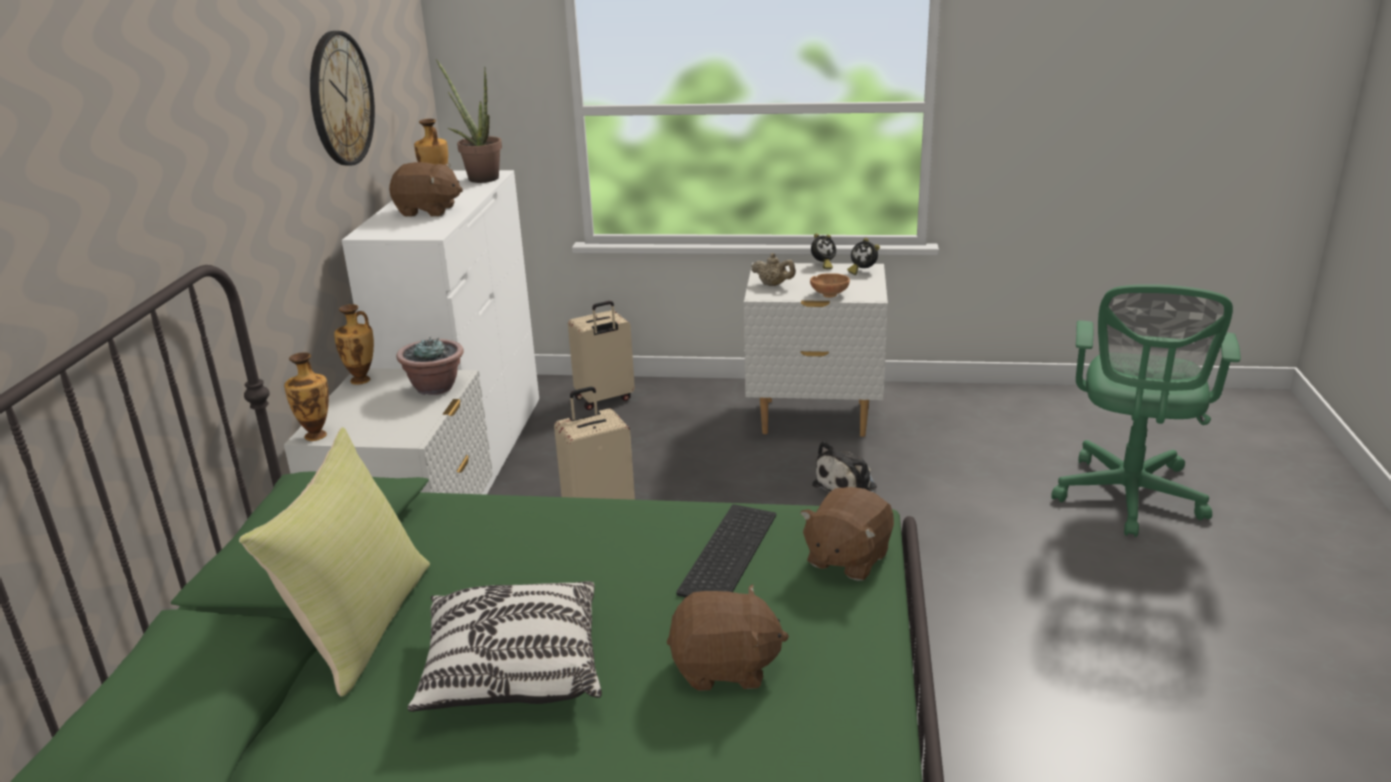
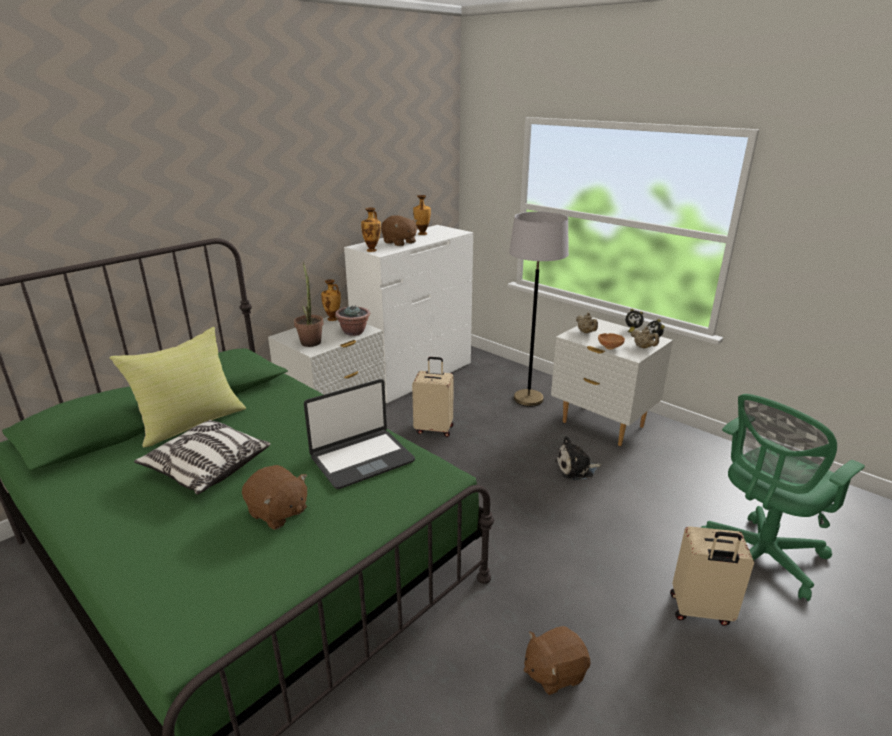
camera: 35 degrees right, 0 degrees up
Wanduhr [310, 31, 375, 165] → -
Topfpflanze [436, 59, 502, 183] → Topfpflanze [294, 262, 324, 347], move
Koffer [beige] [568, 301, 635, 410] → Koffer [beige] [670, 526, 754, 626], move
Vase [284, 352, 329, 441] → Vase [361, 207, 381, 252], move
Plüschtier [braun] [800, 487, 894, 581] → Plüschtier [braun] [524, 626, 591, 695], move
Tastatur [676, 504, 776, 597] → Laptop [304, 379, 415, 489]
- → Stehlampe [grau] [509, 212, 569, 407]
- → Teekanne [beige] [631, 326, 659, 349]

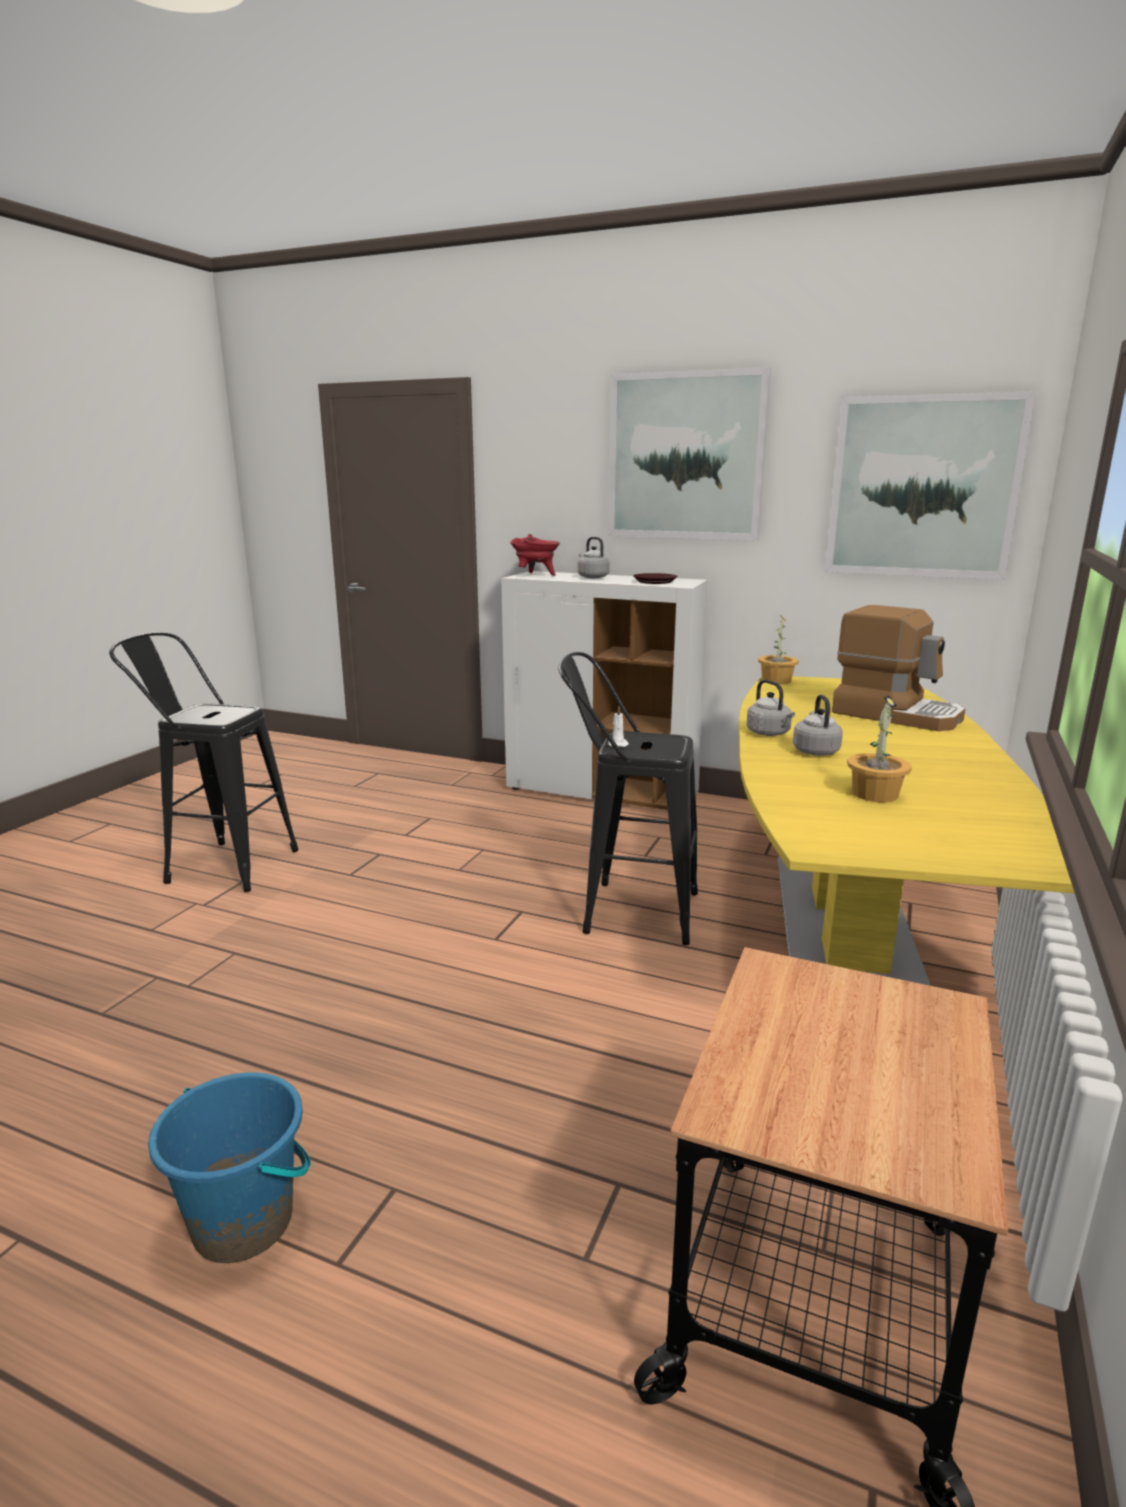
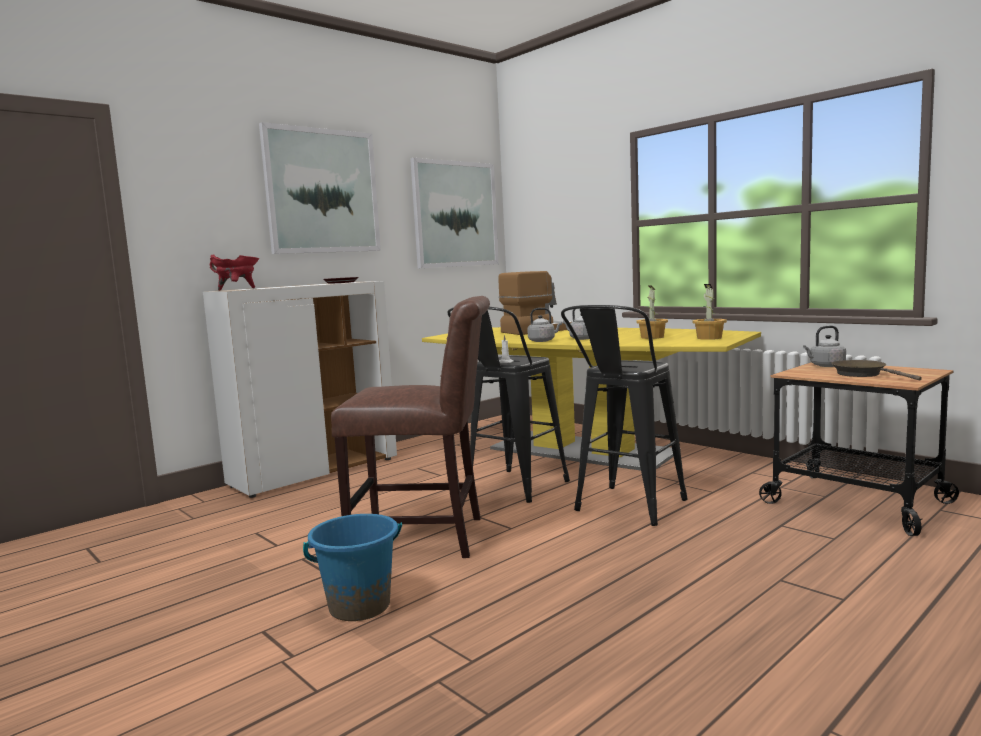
camera: 65 degrees left, 10 degrees down
Wasserkessel [grau] [578, 537, 610, 578] → Wasserkessel [grau] [803, 326, 846, 367], move
Topfpflanze [758, 615, 799, 684] → Topfpflanze [692, 284, 727, 340], move
Hocker [schwarz] [109, 632, 298, 892] → Hocker [schwarz] [561, 305, 688, 526], move
Eimer [blau] [148, 1072, 311, 1263] → Eimer [blau] [303, 514, 402, 621], move
- → Stuhl [braun] [331, 296, 490, 558]
- → Pfanne [braun] [831, 360, 922, 380]

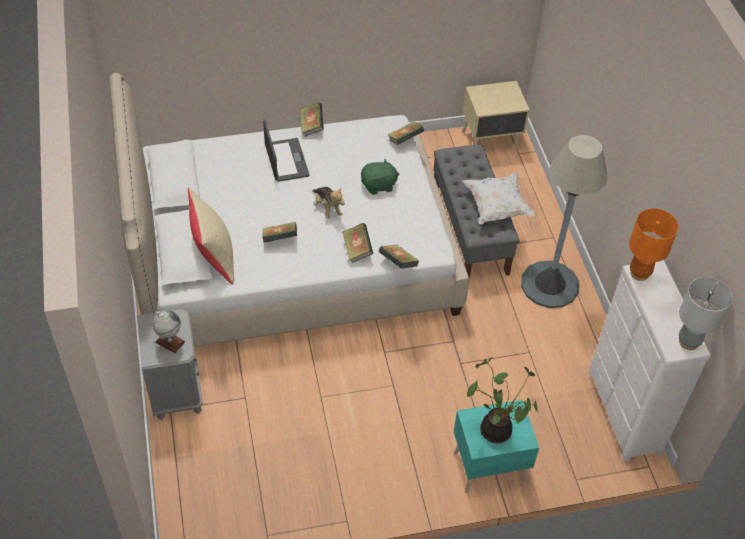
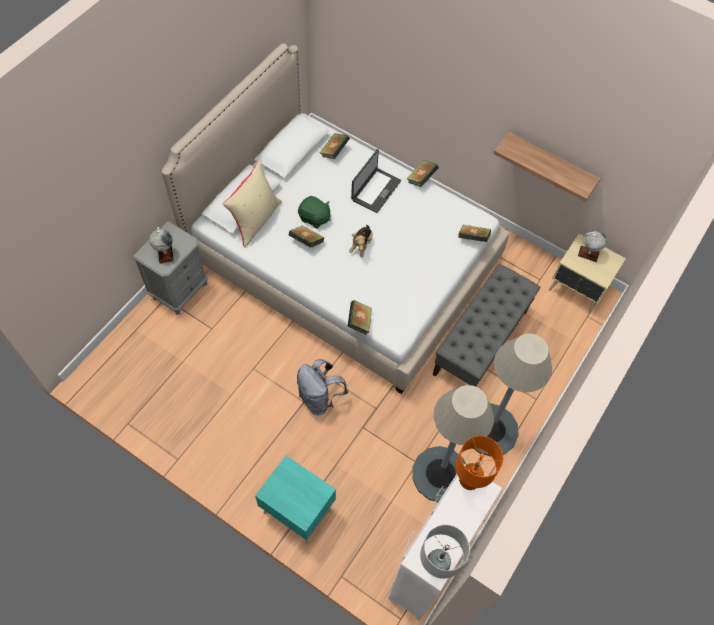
camera: 45 degrees right, 10 degrees up
Plüschtier [grün] [361, 158, 399, 195] → Plüschtier [grün] [298, 196, 331, 229], move
Kissen [weiß] [462, 172, 535, 224] → -
Buch [343, 223, 373, 263] → Buch [320, 133, 350, 159], move
Topfpflanze [467, 357, 538, 443] → -
- → Wandregal [493, 132, 600, 202]
- → Globus [578, 230, 607, 262]
- → Rucksack [grau] [297, 359, 348, 415]
- → Stehlampe [grau] [412, 385, 494, 502]

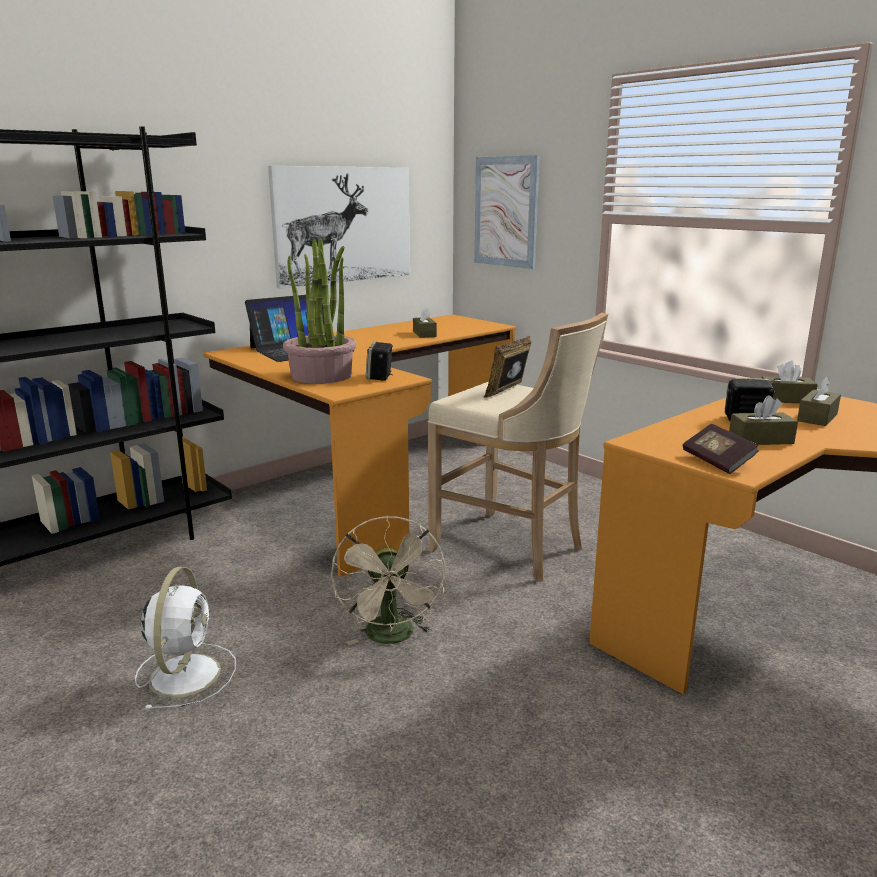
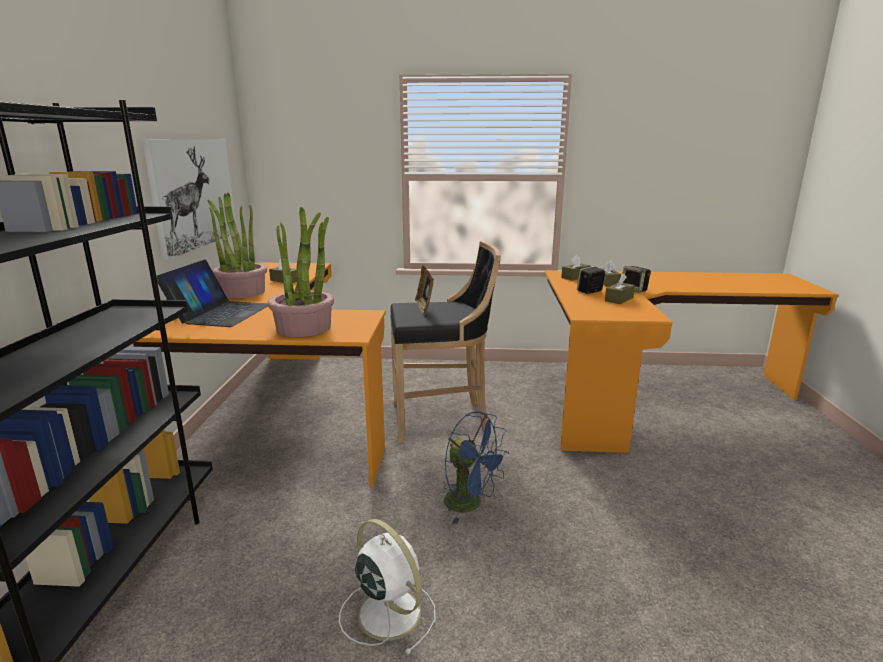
camera: 45 degrees left, 0 degrees up
Bild [474, 155, 540, 269] → -
Hocker [beige] [427, 313, 608, 582] → Hocker [schwarz] [390, 242, 501, 443]
Lautsprecher [366, 341, 393, 381] → Lautsprecher [622, 266, 651, 293], move
Buch [683, 424, 759, 474] → -
Ventilator [beige] [331, 516, 445, 645] → Ventilator [blau] [444, 411, 509, 524]
- → Topfpflanze [208, 193, 267, 298]

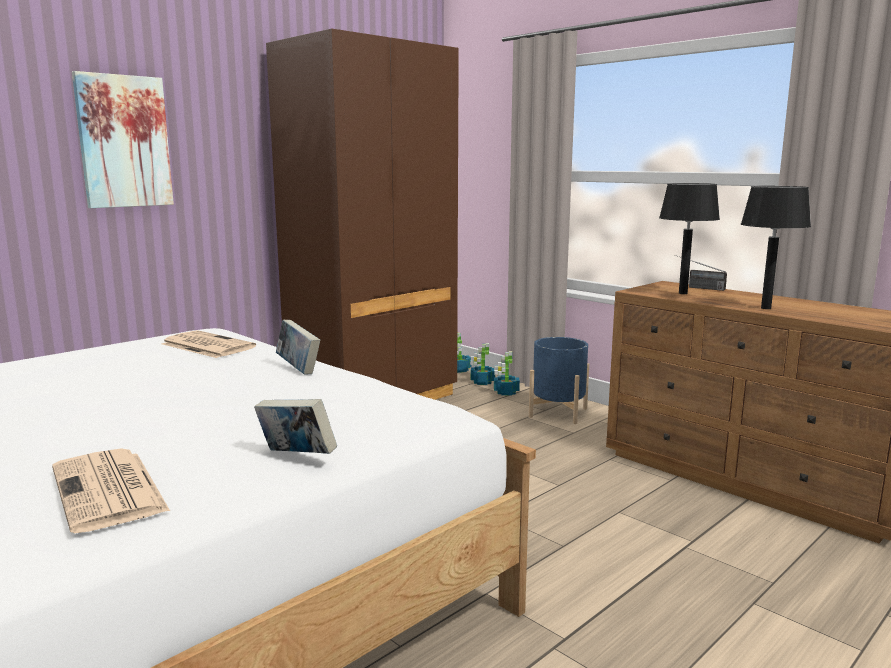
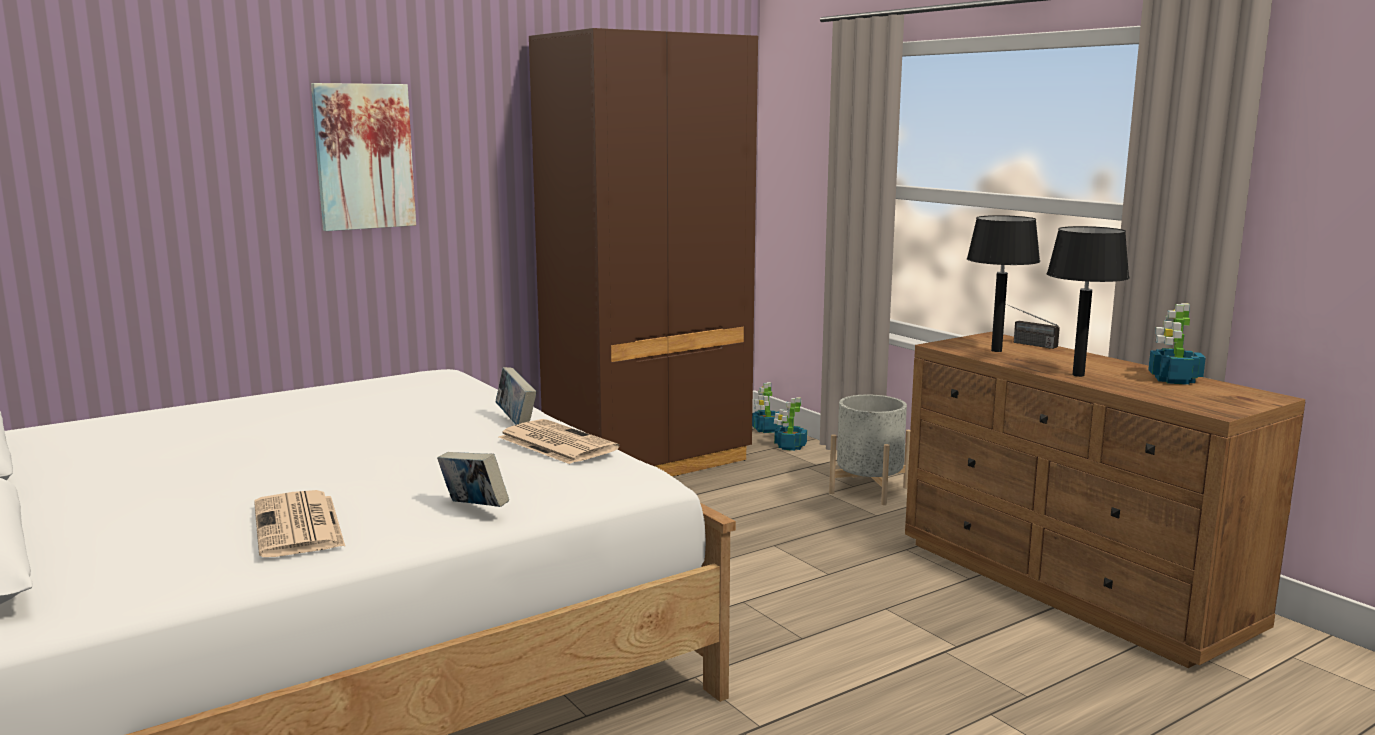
camera: 10 degrees right, 0 degrees up
Zeitung [162, 330, 256, 358] → Zeitung [499, 419, 619, 464], move
Pflanzkübel [blau] [529, 337, 589, 424] → Pflanzkübel [grau] [829, 395, 910, 505]
Topfpflanze [494, 351, 520, 396] → Topfpflanze [1148, 303, 1206, 385], move

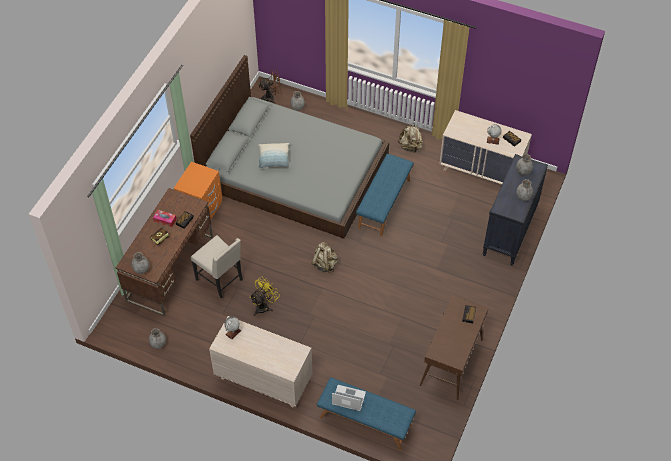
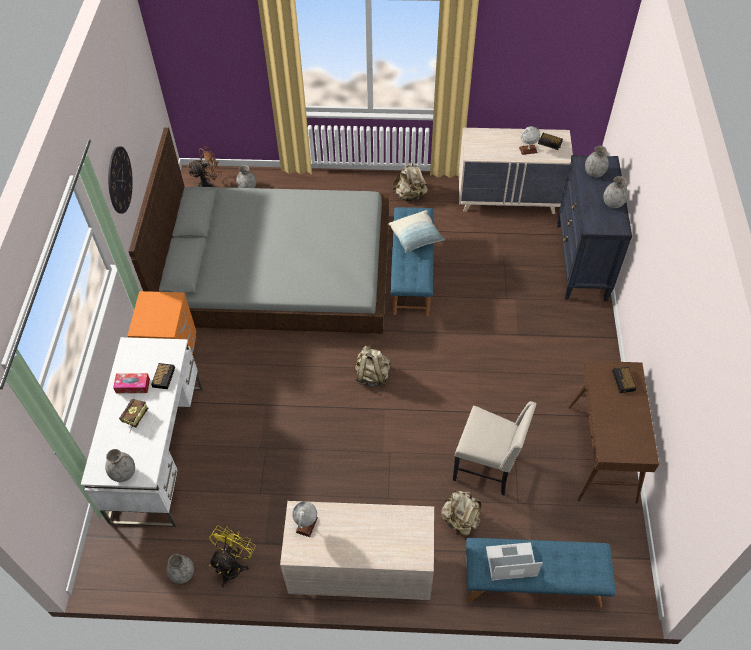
camera: 20 degrees left, 0 degrees up
Kissen [258, 143, 290, 168] → Kissen [388, 210, 445, 253], move
Schreibtisch [braun] [116, 188, 213, 316] → Schreibtisch [weiß] [81, 337, 203, 527]
Stuhl [beige] [191, 235, 243, 298] → Stuhl [beige] [453, 401, 536, 495], move
Ventilator [gelb] [250, 276, 278, 316] → Ventilator [gelb] [209, 525, 256, 587], move
- → Wanduhr [108, 146, 133, 214]
- → Rucksack [beige] [441, 491, 481, 536]

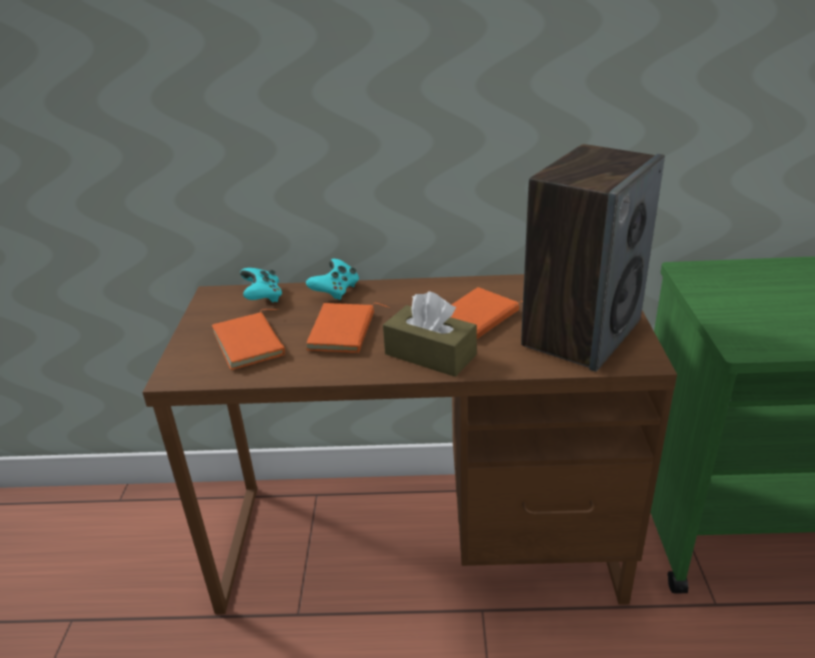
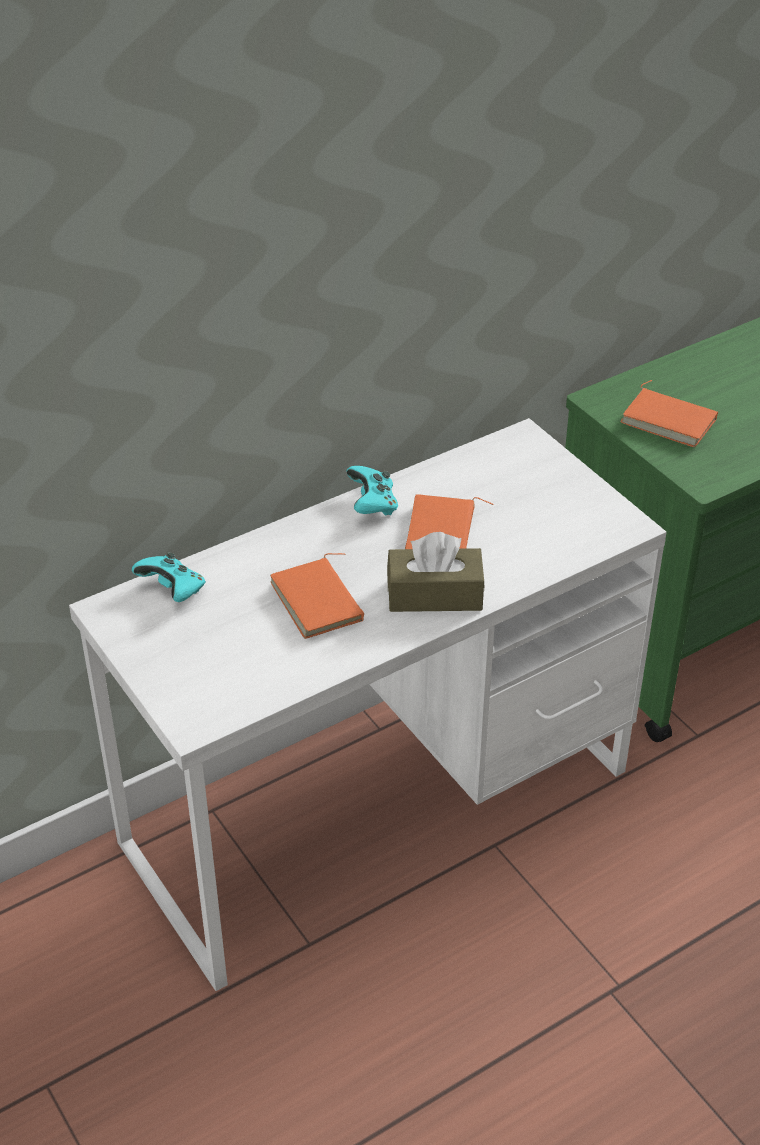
camera: 35 degrees left, 10 degrees up
Lautsprecher [521, 144, 665, 372] → -
Gamepad [türkis] [306, 259, 359, 300] → Gamepad [türkis] [346, 466, 398, 515], move
Schreibtisch [braun] [142, 274, 677, 614] → Schreibtisch [weiß] [69, 418, 667, 991]
Buch [orange] [212, 309, 285, 370] → Buch [orange] [620, 380, 718, 447], move

